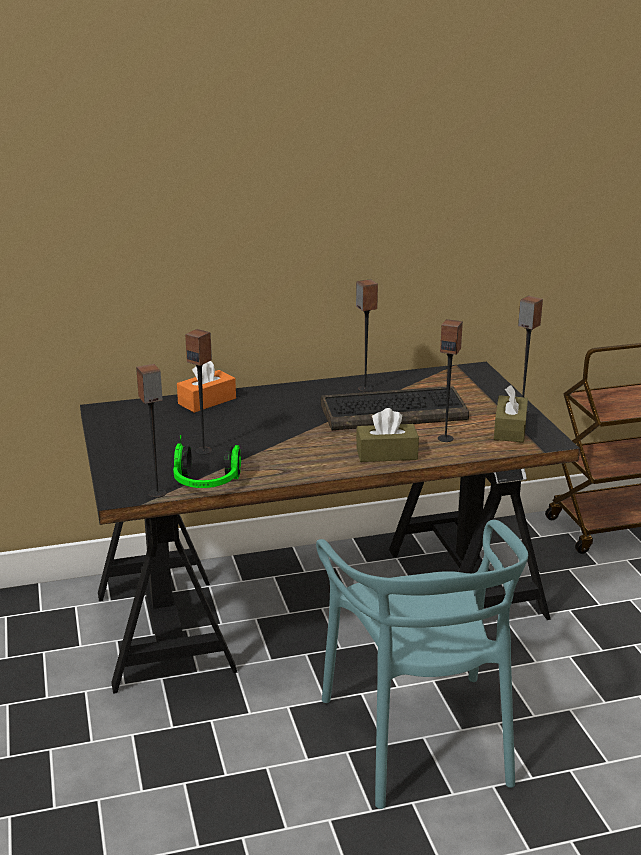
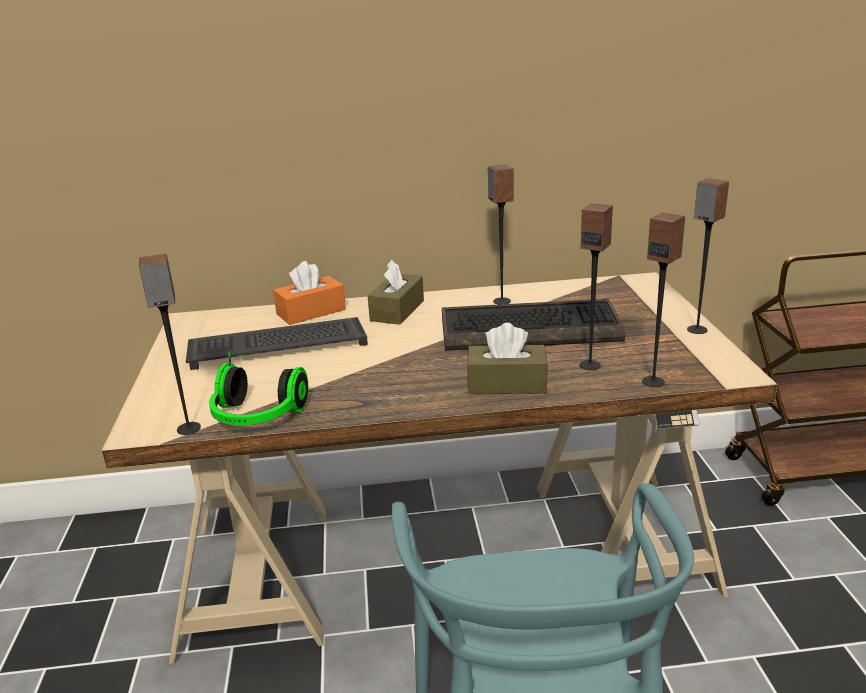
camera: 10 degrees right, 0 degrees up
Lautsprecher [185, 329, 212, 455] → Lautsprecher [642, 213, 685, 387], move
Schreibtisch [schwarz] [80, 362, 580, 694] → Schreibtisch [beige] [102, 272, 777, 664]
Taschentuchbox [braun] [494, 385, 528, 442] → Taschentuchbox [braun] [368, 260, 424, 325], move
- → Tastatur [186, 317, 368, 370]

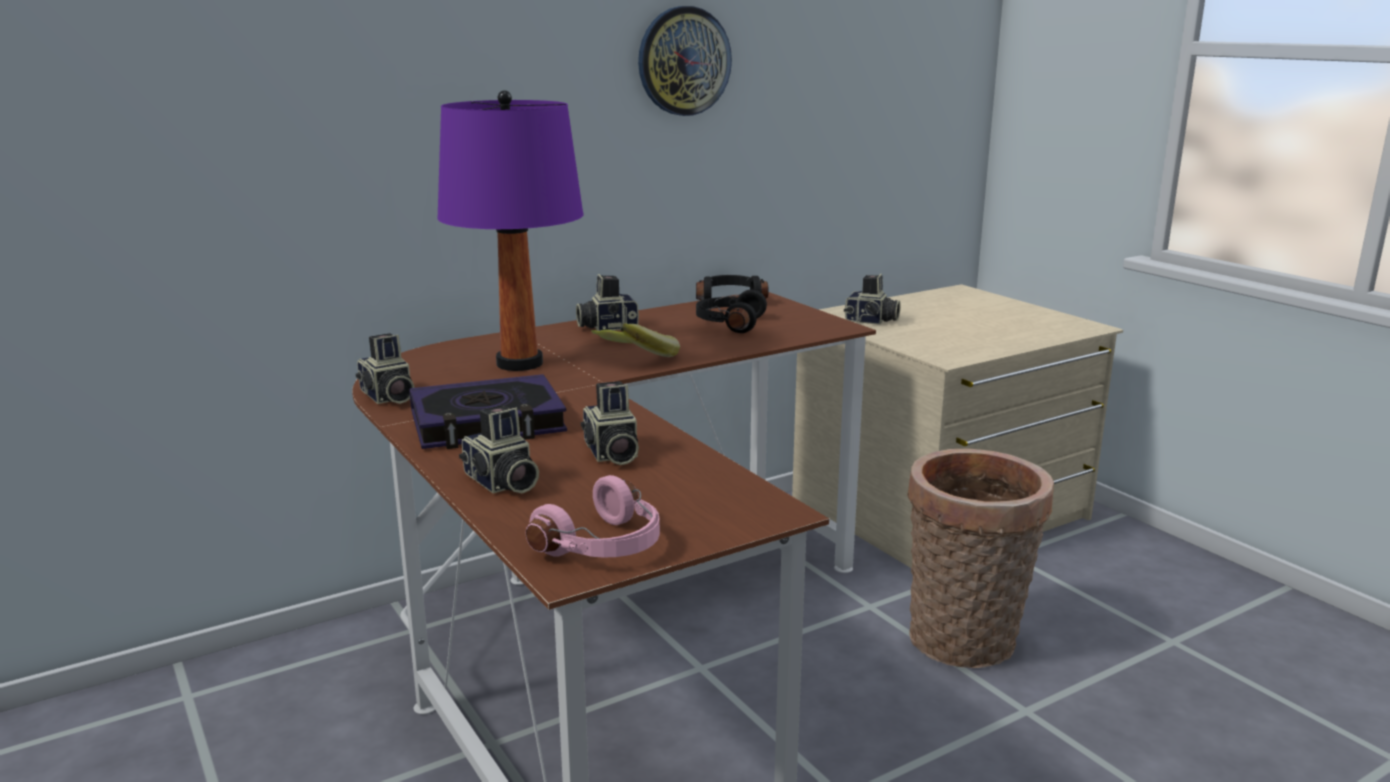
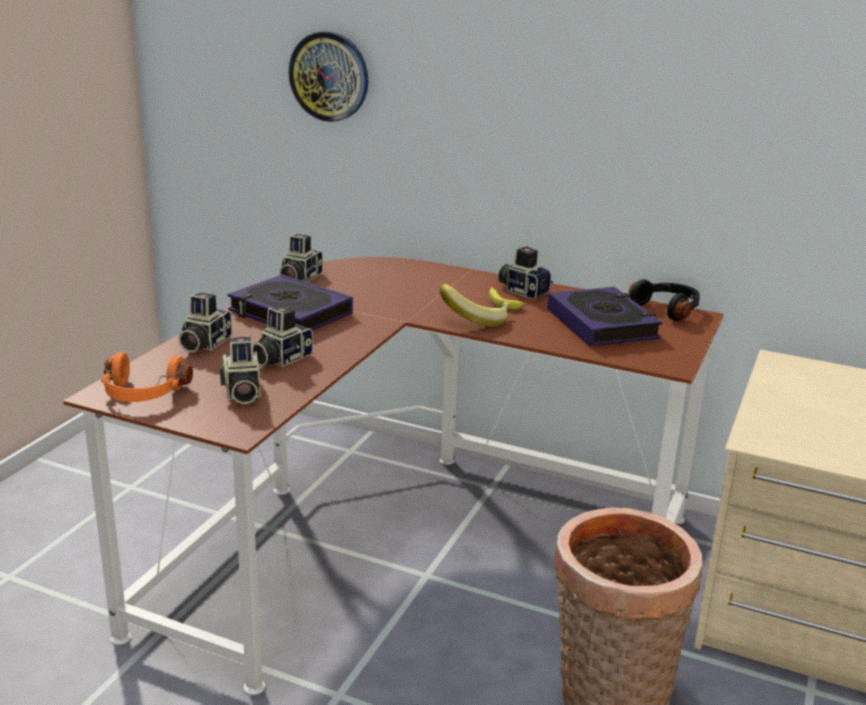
camera: 55 degrees right, 5 degrees up
Wanduhr [638, 6, 732, 116] → Wanduhr [289, 31, 368, 122], move
Tischlampe [lila] [437, 90, 584, 371] → -
Kamera [844, 274, 901, 325] → Kamera [220, 337, 261, 404], move
Kopfhörer [schwarz] [696, 290, 767, 333] → Buch [547, 287, 663, 346]
Kopfhörer [rosa] [526, 475, 660, 557] → Kopfhörer [orange] [101, 352, 193, 402]

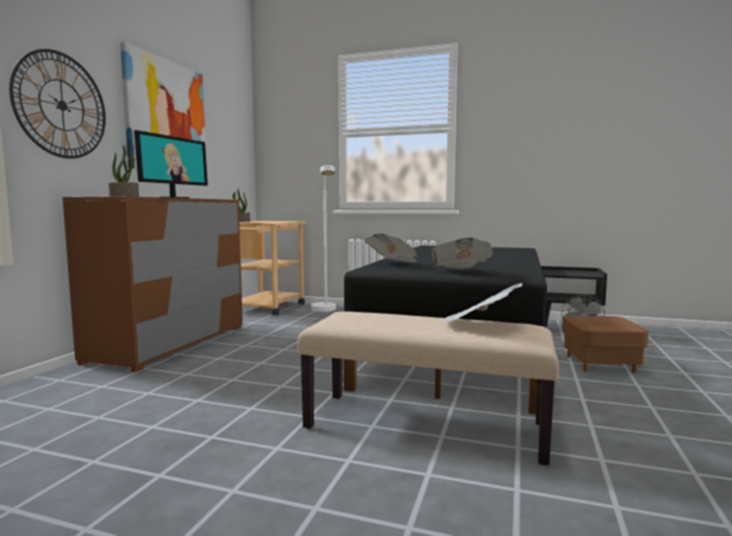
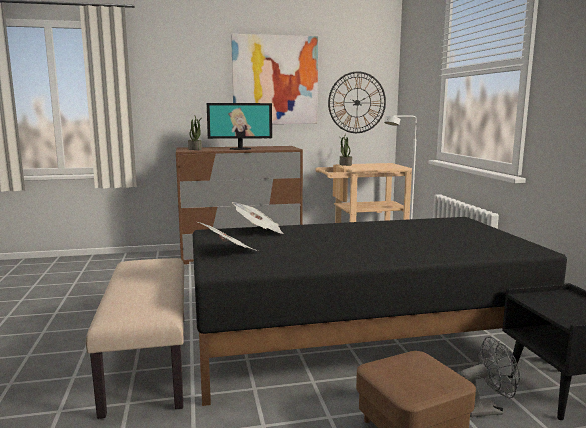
camera: 60 degrees right, 5 degrees up
Wanduhr [9, 49, 106, 159] → Wanduhr [328, 71, 386, 133], move
Zeitung [444, 283, 523, 323] → -

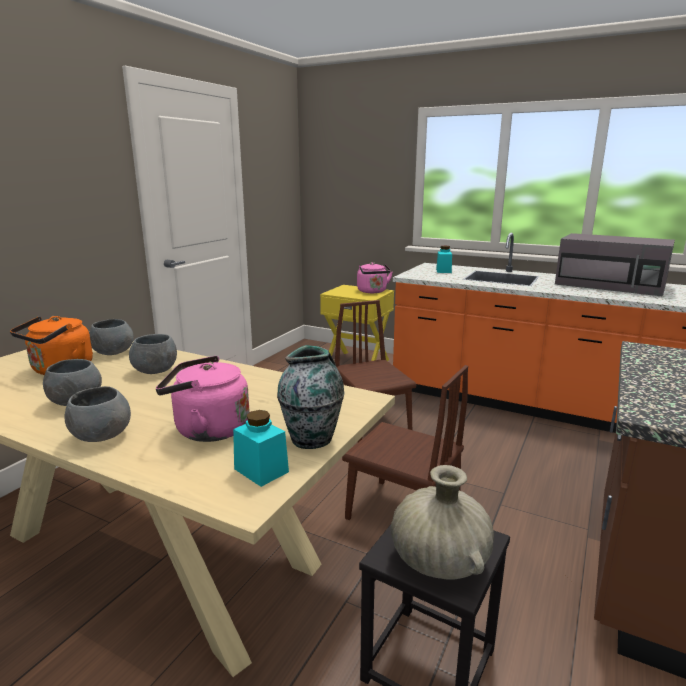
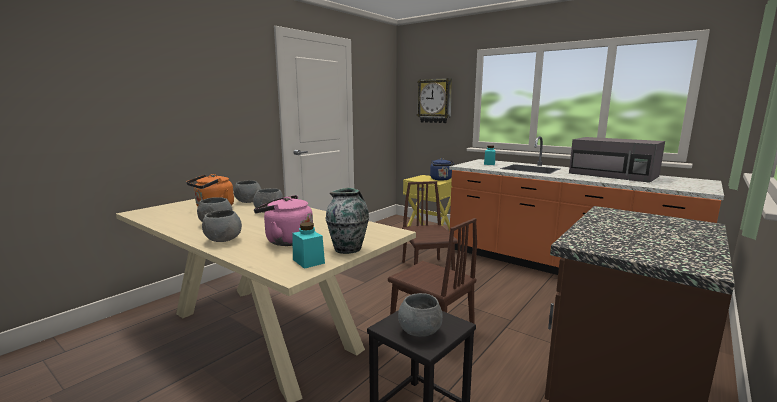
camera: 10 degrees right, 5 degrees down
Wasserkessel [rosa] [357, 262, 393, 293] → Wasserkessel [blau] [430, 158, 454, 180]
Vase [beige] [391, 465, 494, 580] → Schüssel [grau] [398, 293, 443, 337]
- → Wanduhr [417, 78, 452, 123]

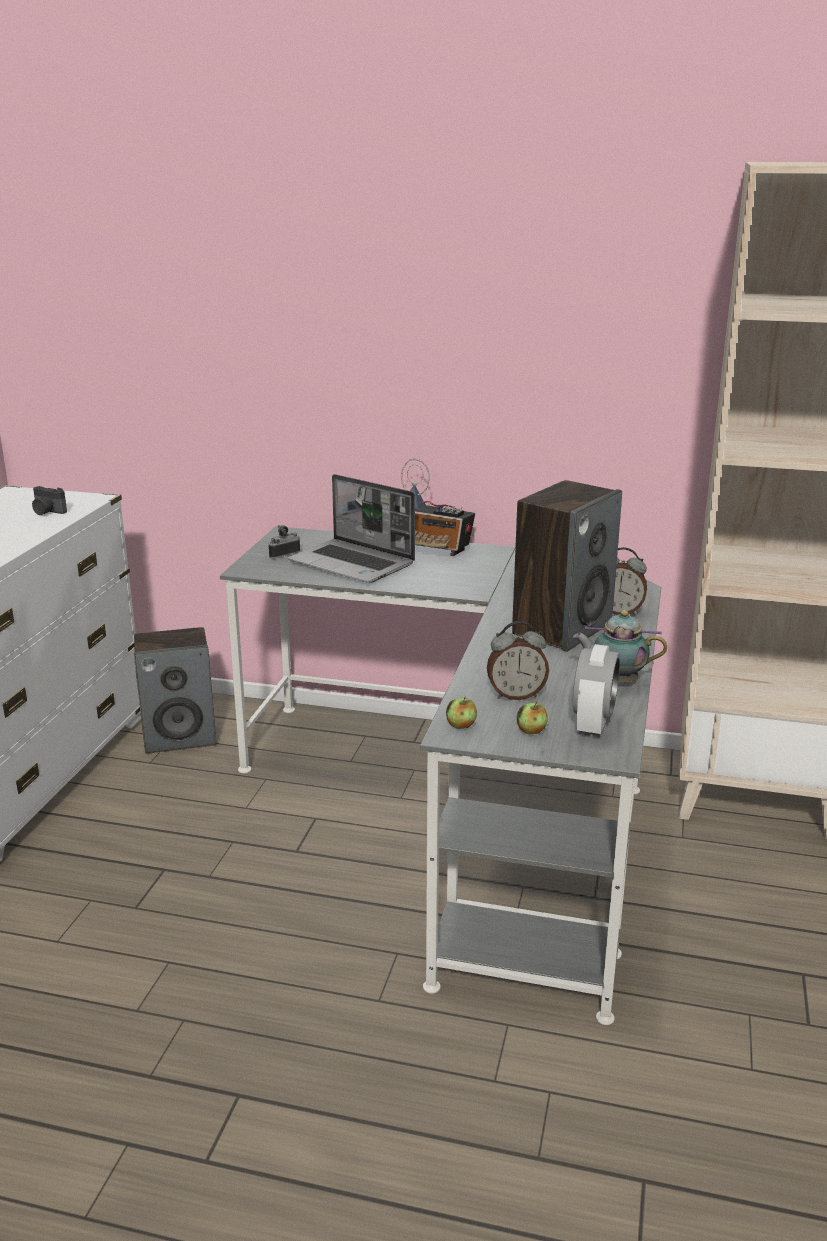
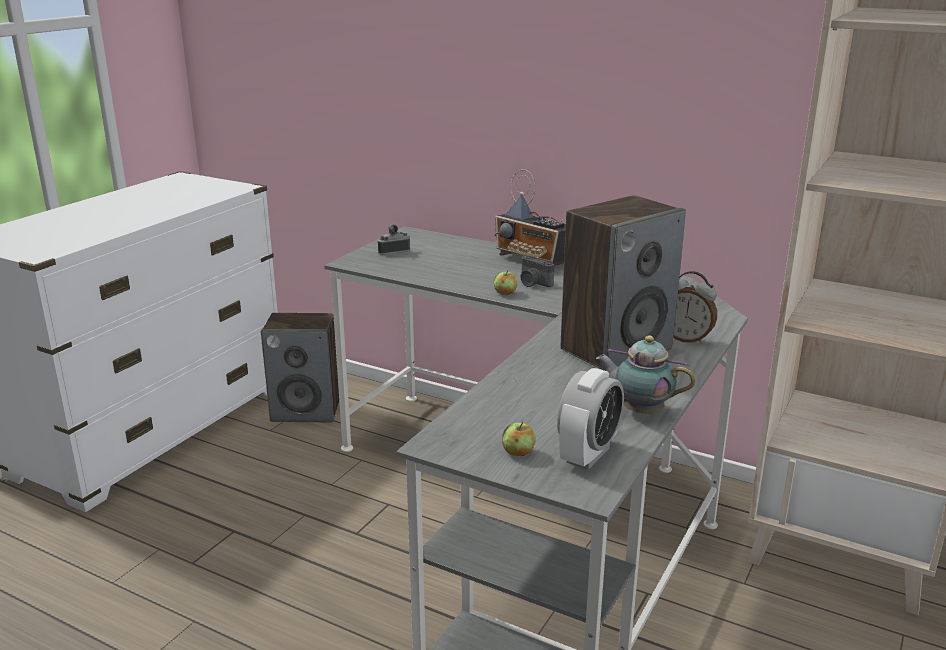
camera: 15 degrees right, 0 degrees up
Laptop [288, 474, 415, 583] → -
Kamera [32, 486, 67, 515] → Kamera [520, 256, 554, 287], move
Wecker [487, 621, 549, 700] → -
Apfel [446, 697, 477, 729] → Apfel [494, 270, 517, 295], move

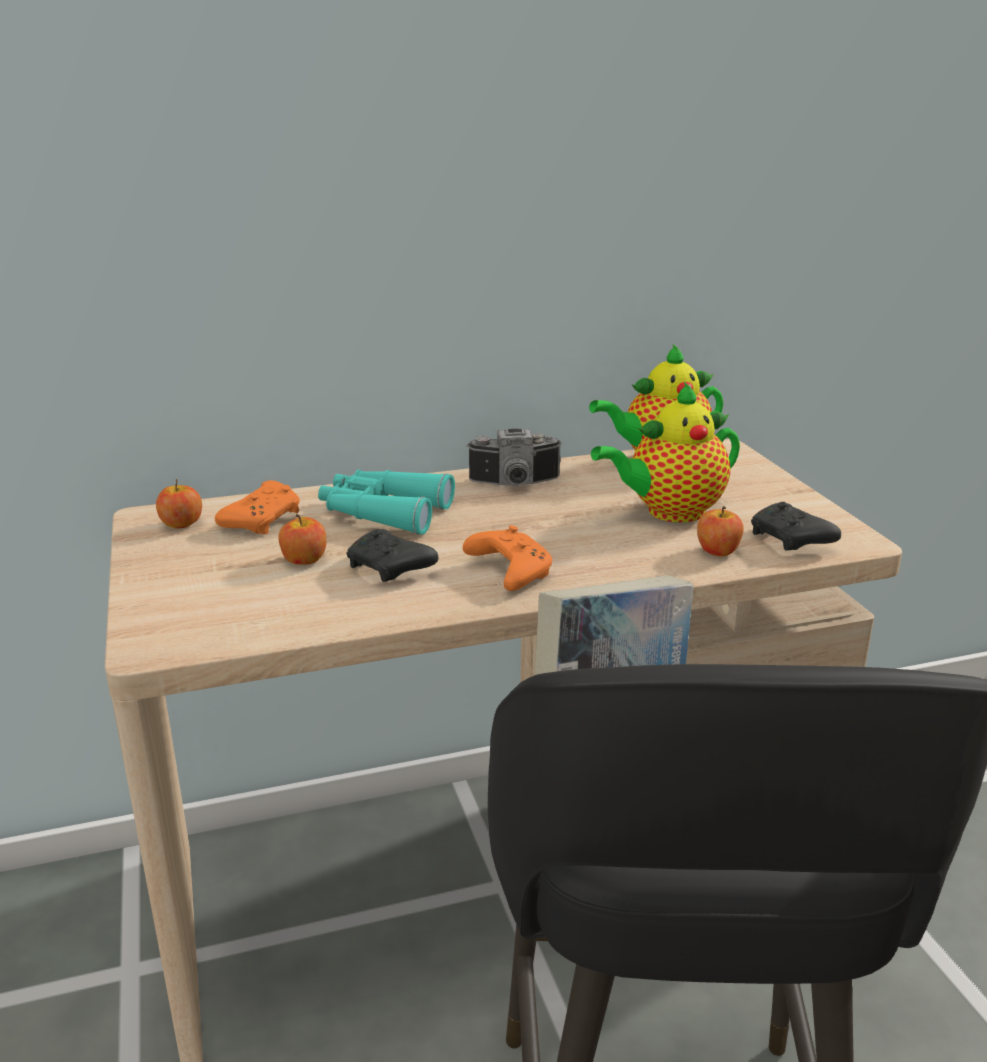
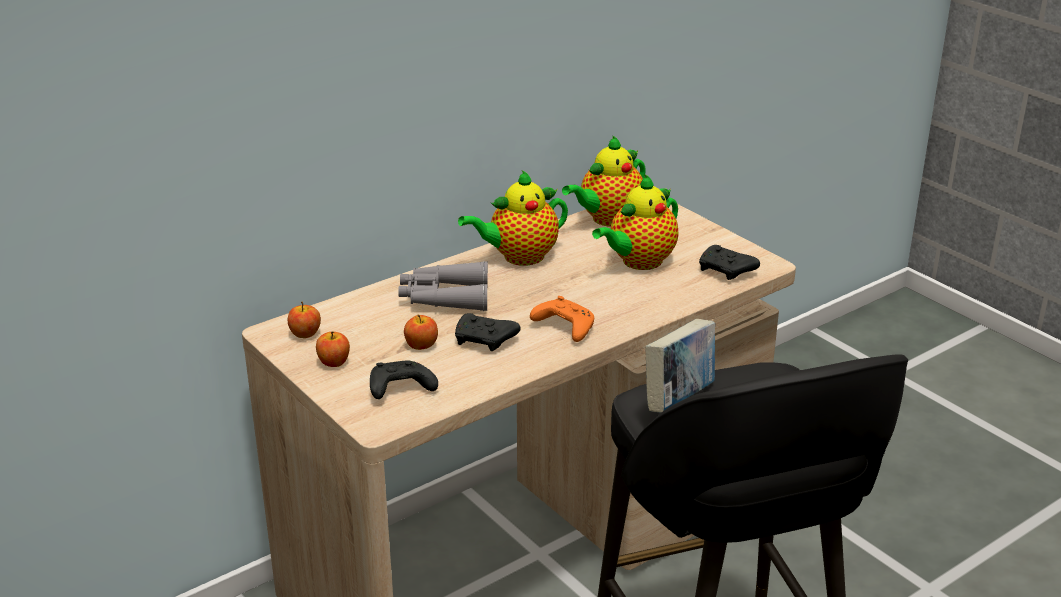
camera: 20 degrees left, 5 degrees up
Kamera [466, 429, 562, 486] → Teekanne [458, 170, 568, 266]
Fernglas [türkis] [318, 470, 455, 535] → Fernglas [grau] [398, 261, 488, 311]
Gamepad [orange] [215, 480, 300, 534] → -
Apfel [697, 506, 744, 557] → Apfel [316, 331, 350, 367], move
- → Gamepad [schwarz] [370, 361, 438, 399]

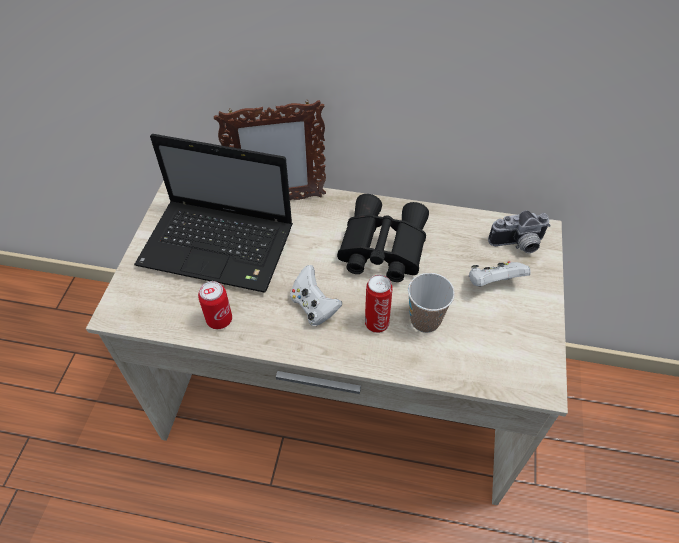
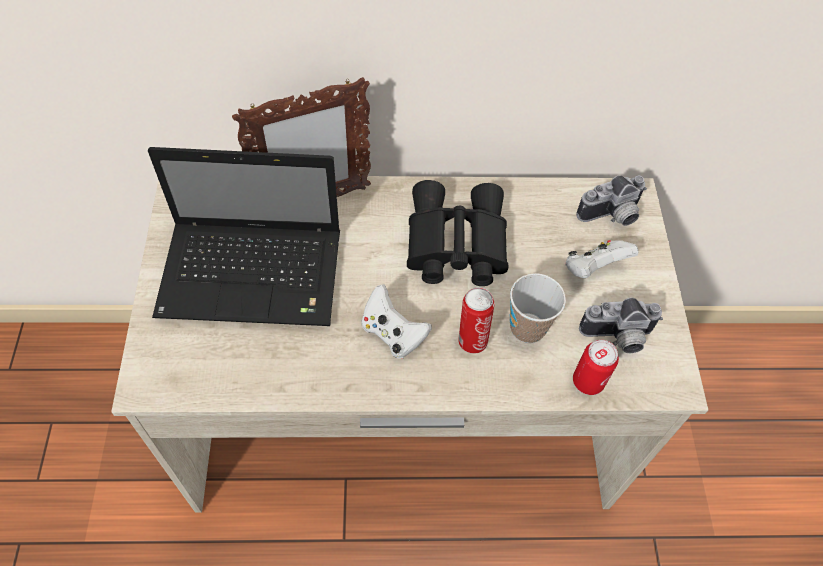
camera: 15 degrees left, 5 degrees up
Dose [198, 281, 232, 329] → Dose [573, 340, 619, 395], move
- → Kamera [579, 298, 663, 353]

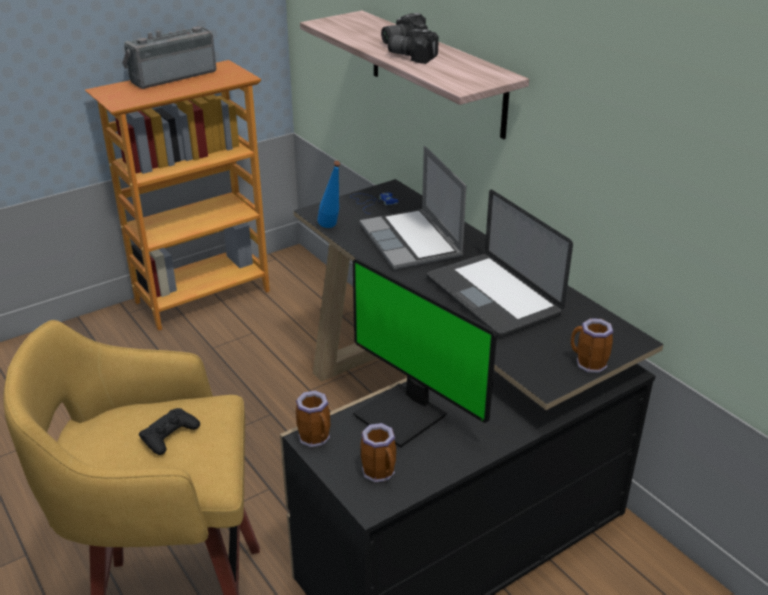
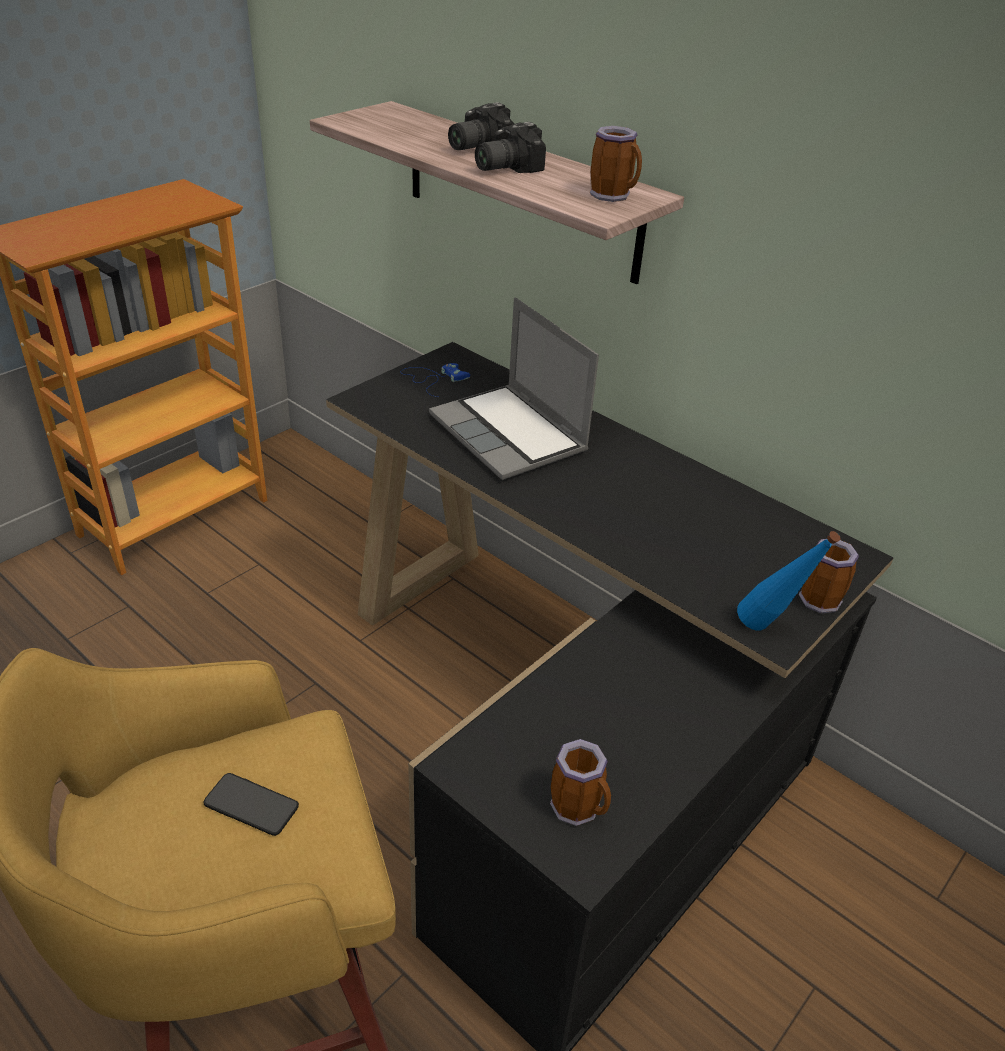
camera: 15 degrees left, 5 degrees up
Radio [122, 26, 216, 89] → -
Kamera [388, 29, 439, 64] → Kamera [475, 122, 546, 173], 45 degrees counterclockwise
Flasche [blau] [317, 161, 340, 228] → Flasche [blau] [737, 531, 841, 631], move
Laptop [427, 190, 573, 338] → -
Monitor [353, 258, 497, 448] → -
Henkelbecher [296, 391, 330, 448] → Henkelbecher [590, 126, 642, 202], move
Gamepad [schwarz] [139, 408, 200, 455] → Handy [204, 773, 299, 836]

